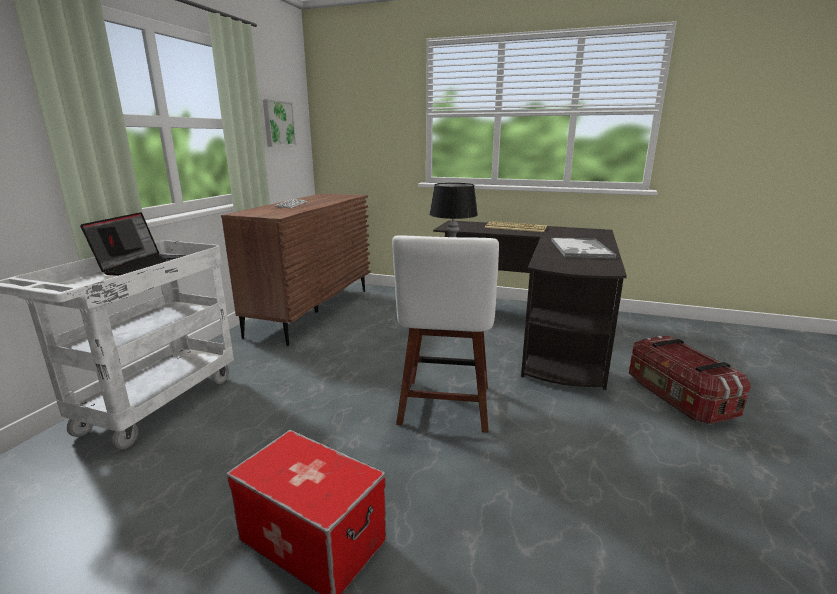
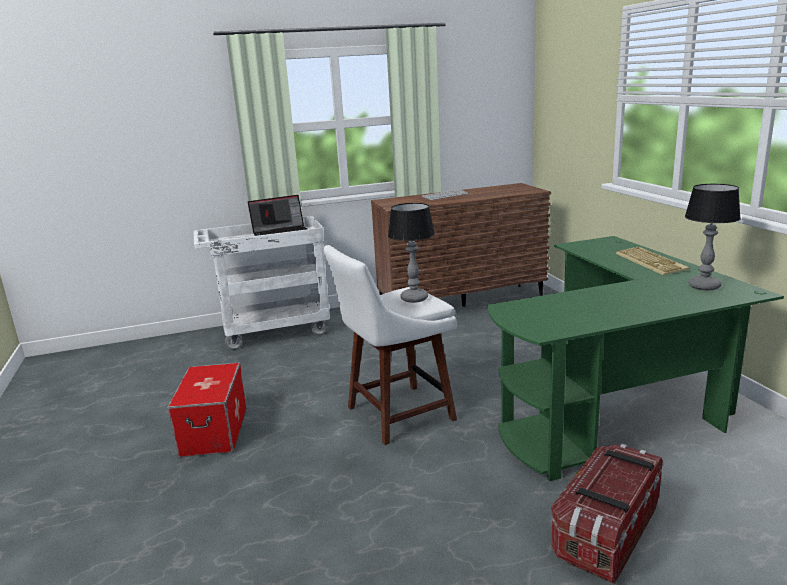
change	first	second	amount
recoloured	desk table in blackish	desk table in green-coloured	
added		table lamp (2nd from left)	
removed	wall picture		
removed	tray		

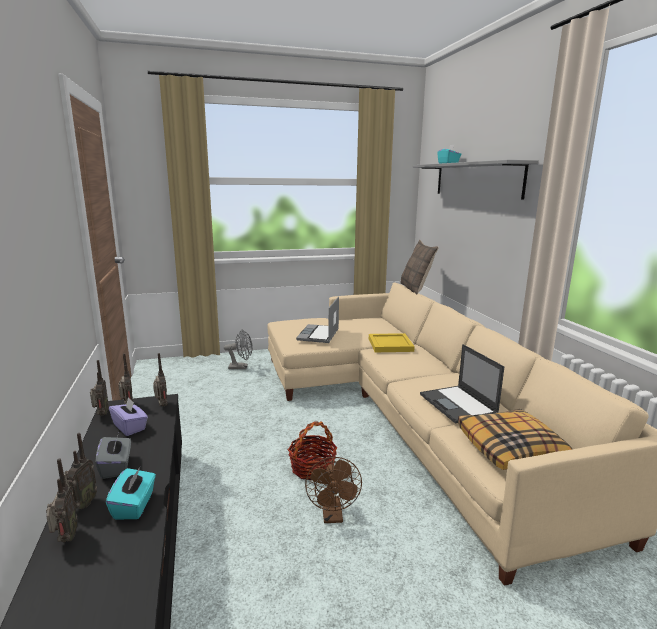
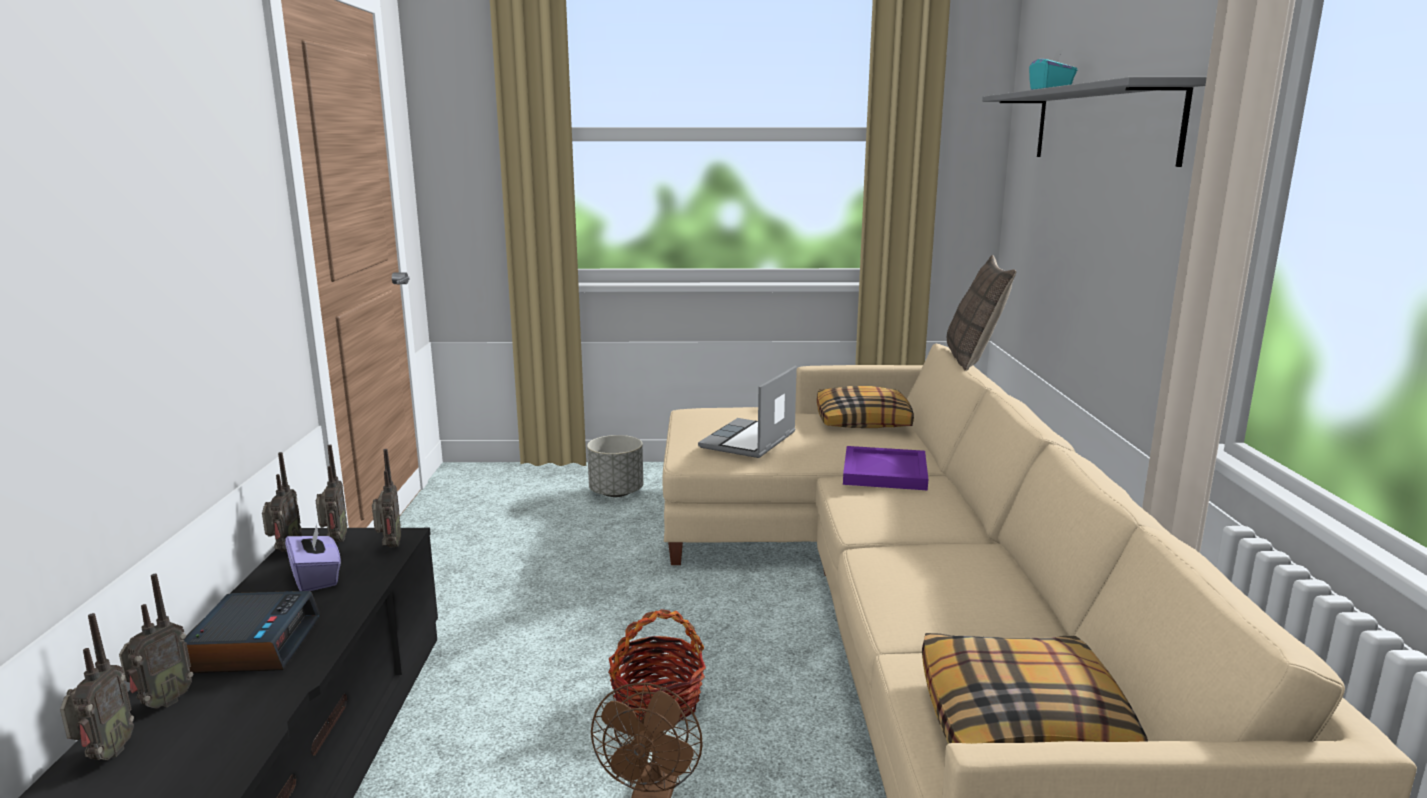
change	first	second	amount
replaced	tissue holder in grey	bedside clock	
replaced	cooling fan in grey	flower pot in grey	
added		cushion (1st from left)	
recoloured	tray in yellow-coloured	tray in purple-coloured	
removed	tissue holder in turquoise-coloured (1st from left)		
removed	notebook computer (2nd from left)		

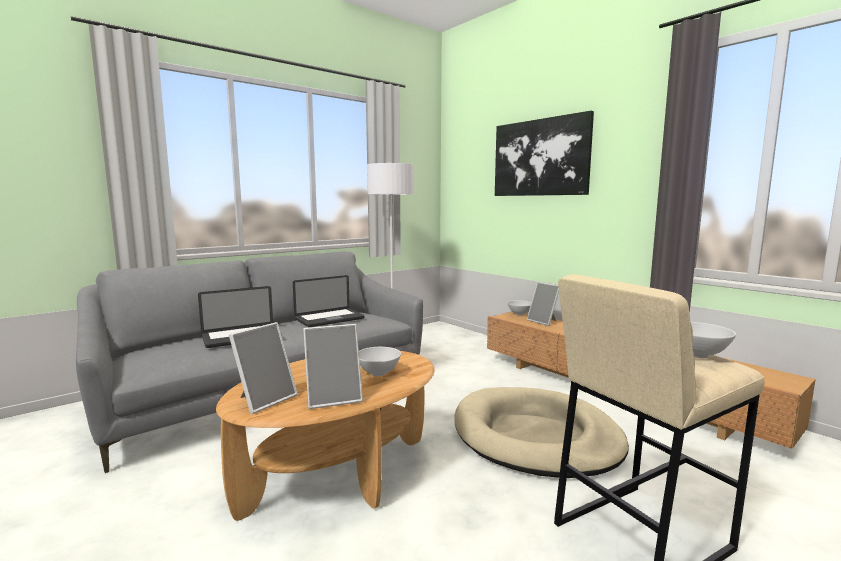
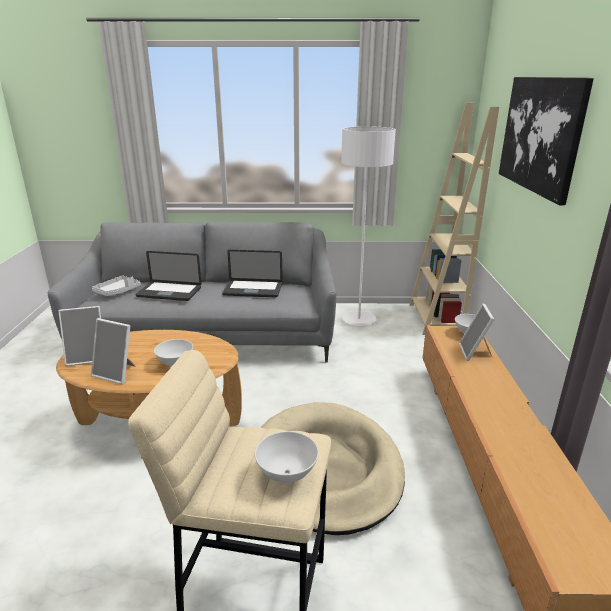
change	first	second	amount
added		tray in grey	
added		bookshelf in beige	

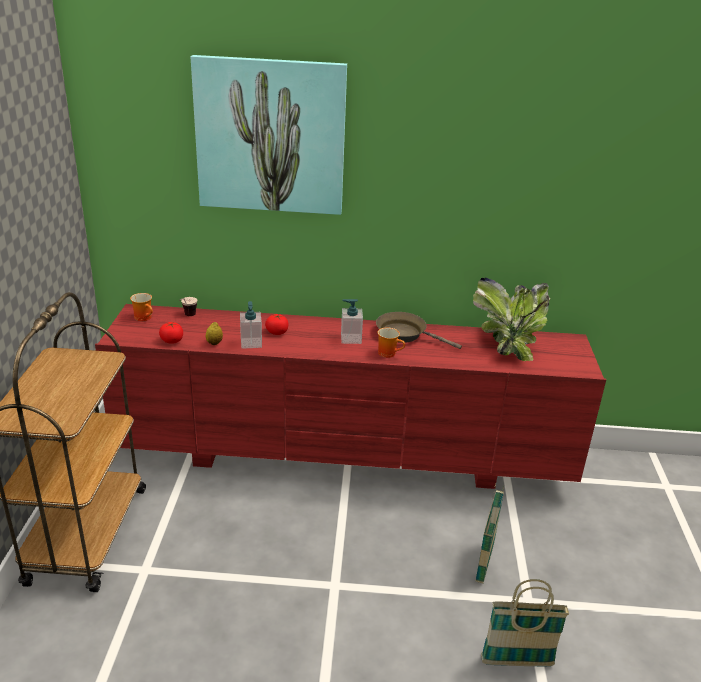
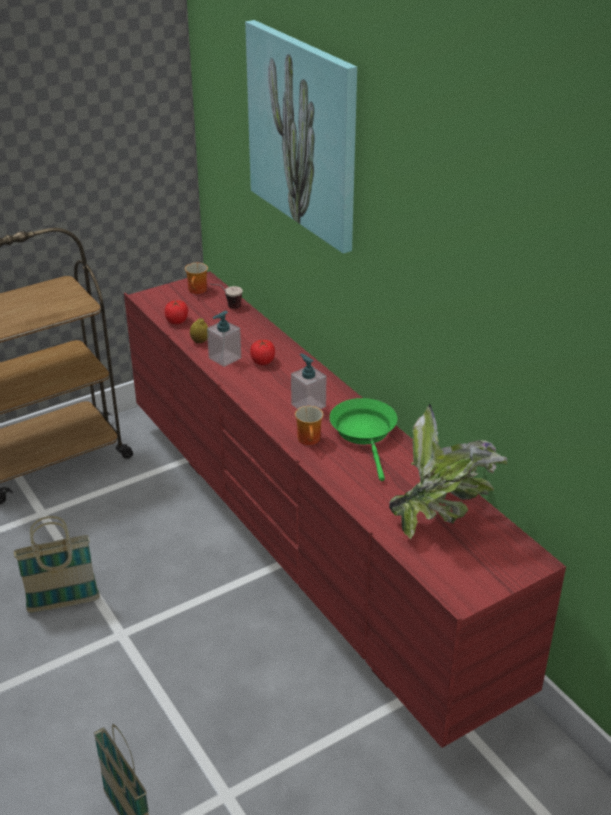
change	first	second	amount
moved	basket (1st from left)		
recoloured	skillet in brownish	skillet in green-coloured	

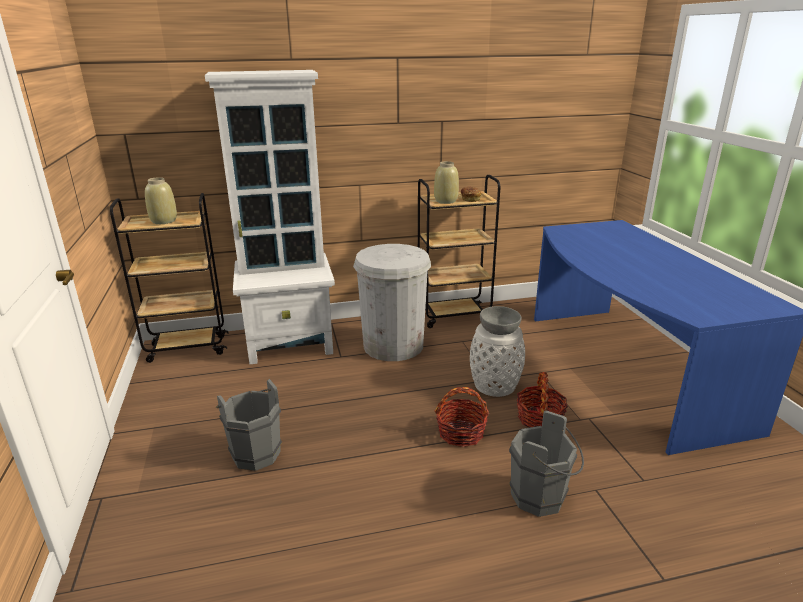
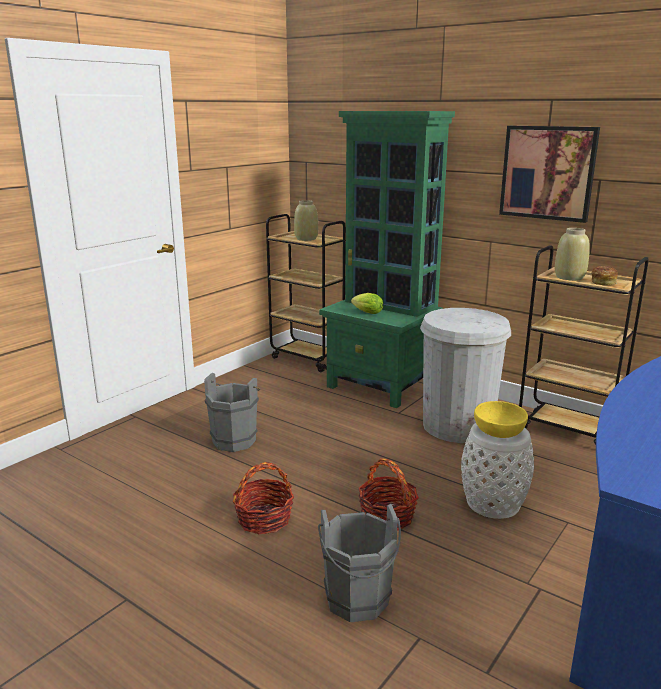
change	first	second	amount
moved	basket (2nd from left in the first image)	basket (1st from left)	
recoloured	cabinet in white-coloured	cabinet in green-coloured	
added		head of lettuce	
recoloured	deep dish in grey	deep dish in yellow-coloured	
added		wall picture	

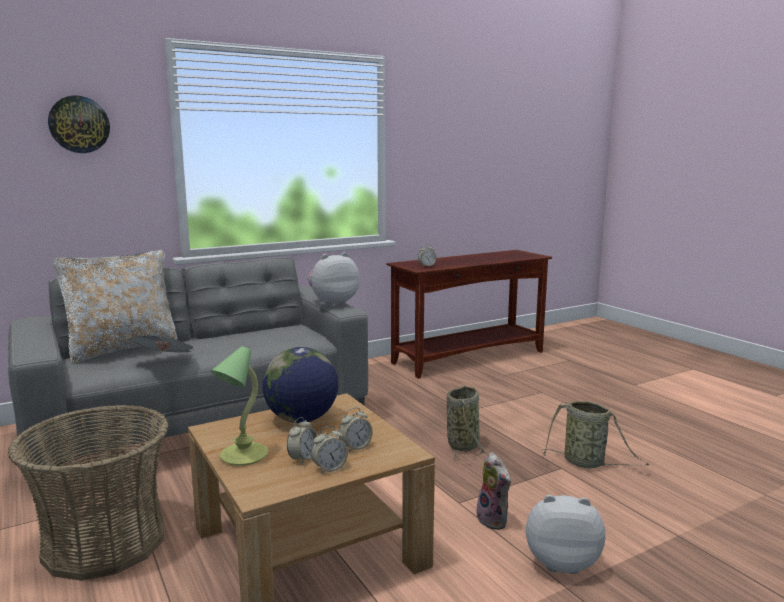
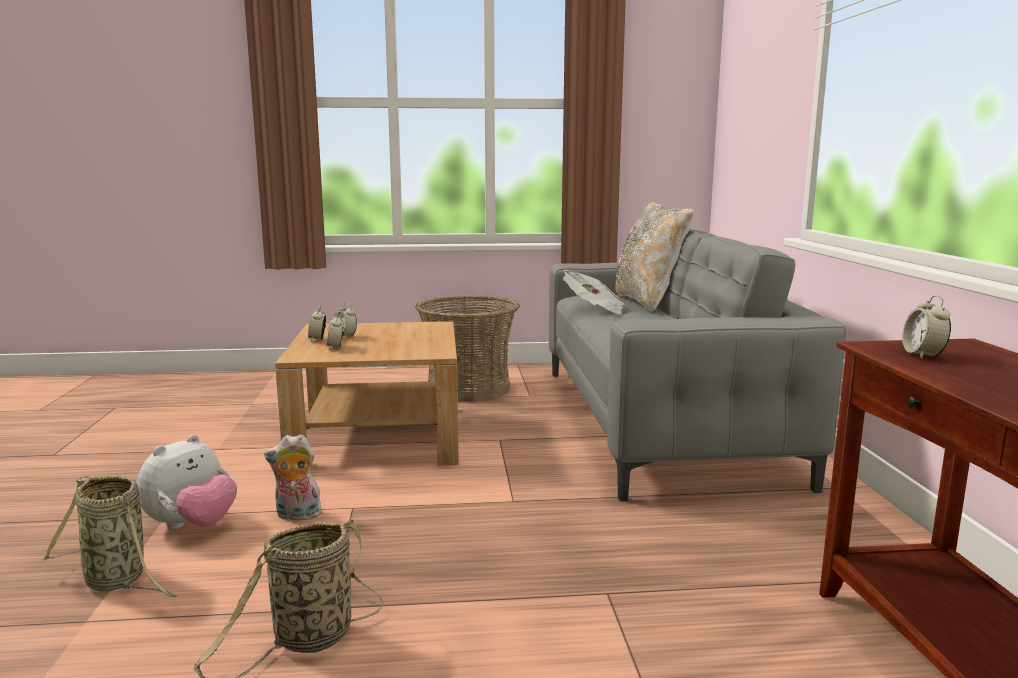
change	first	second	amount
moved	basket (2nd from left in the first image)	basket (1st from left)	
removed	wall clock		
removed	table lamp		
removed	desk globe		
removed	cuddly toy (1st from left)		

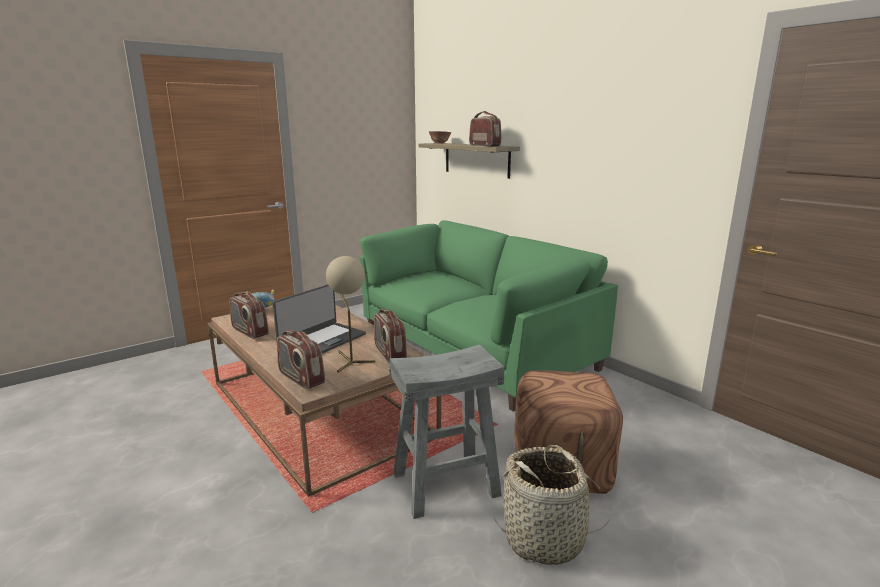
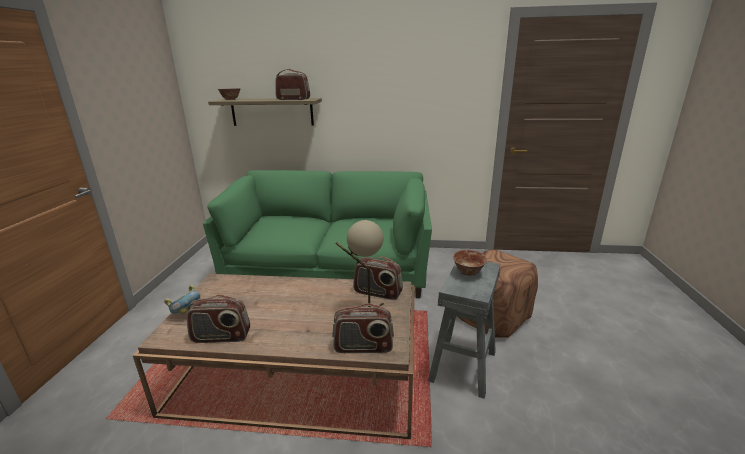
change	first	second	amount
added		deep dish (3rd from left)	
removed	notebook computer		
removed	basket		

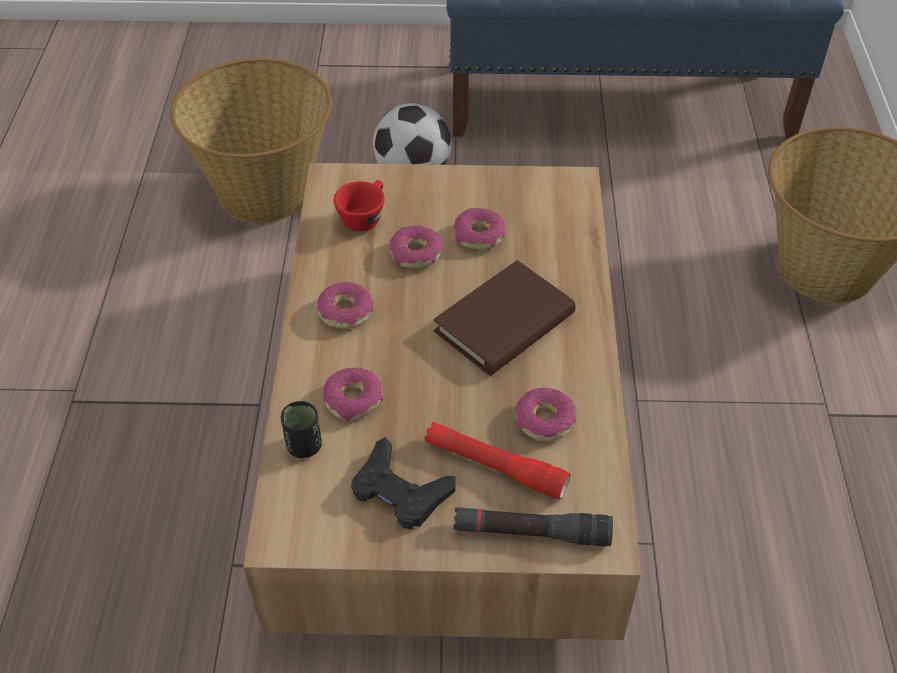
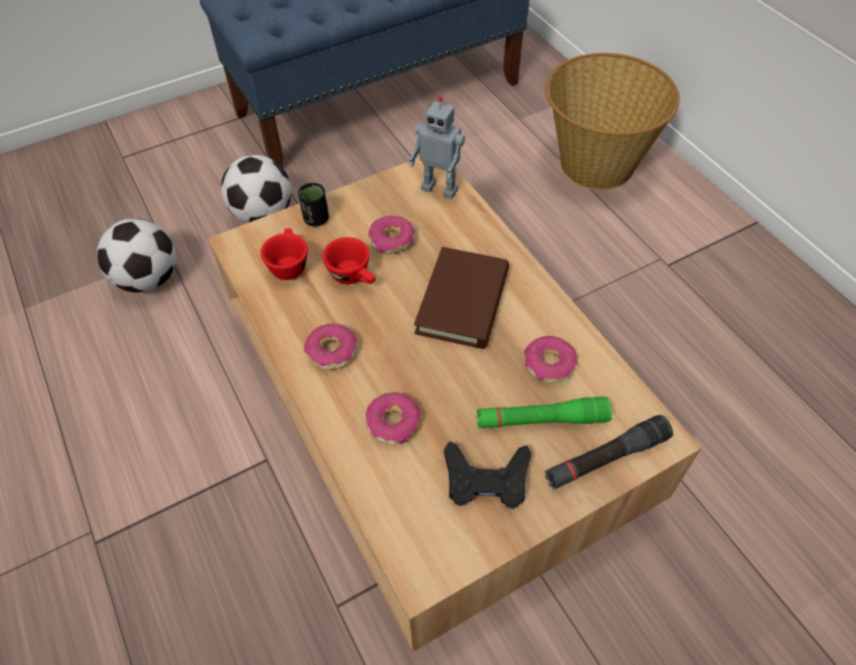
change	first	second	amount
replaced	basket (1st from left)	football ball (1st from left)	
moved	cup in blackish		
replaced	donut (3rd from left)	cup in reddish (2nd from left)	
added		toy robot	
recoloured	torch in reddish	torch in green-coloured	

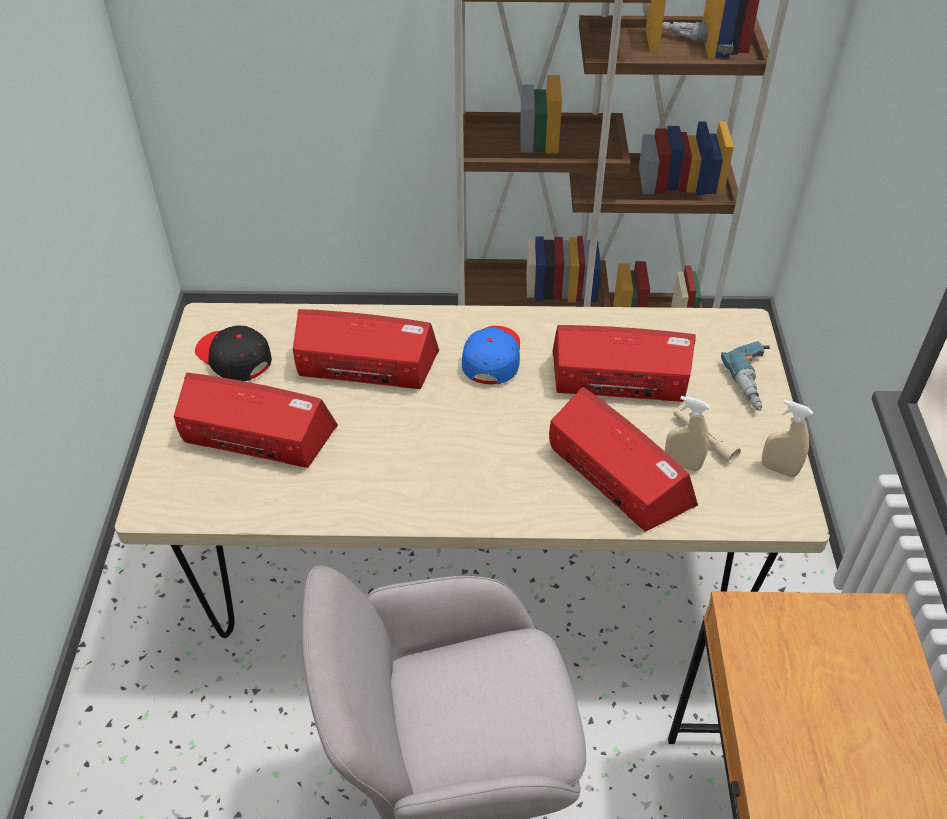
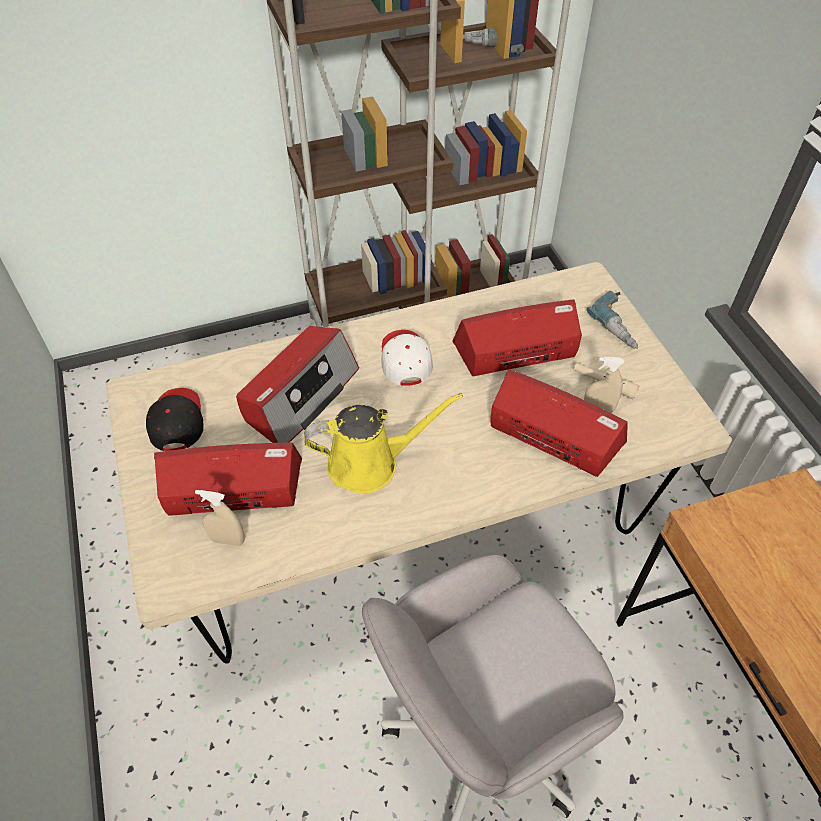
change	first	second	amount
turned	baseball cap in blackish		60 degrees clockwise
moved	spray bottle in beige (2nd from left in the first image)	spray bottle in beige (1st from left)	
turned	radio set (2nd from left)		135 degrees clockwise
added		watering can in yellow-coloured	
recoloured	baseball cap in bluish	baseball cap in white-coloured	

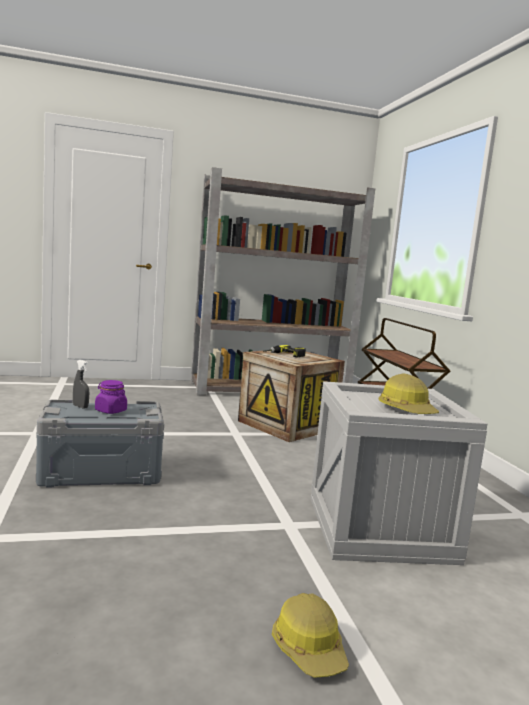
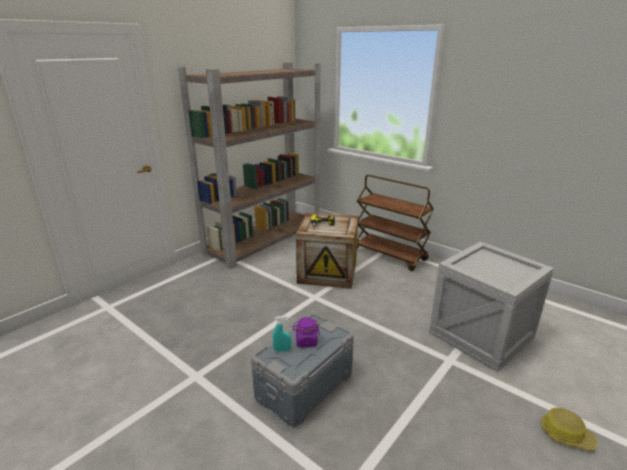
change	first	second	amount
recoloured	spray bottle in grey	spray bottle in turquoise-coloured	
removed	hard hat (2nd from left)		

